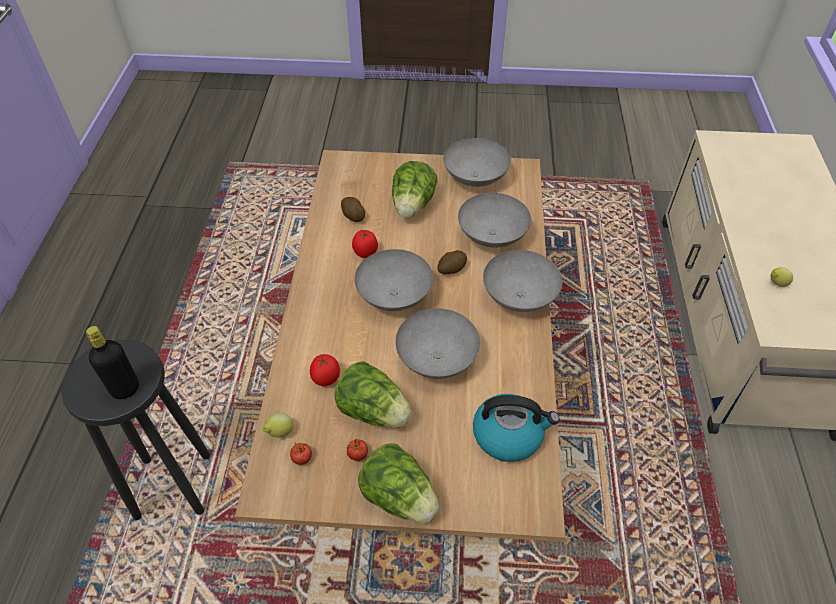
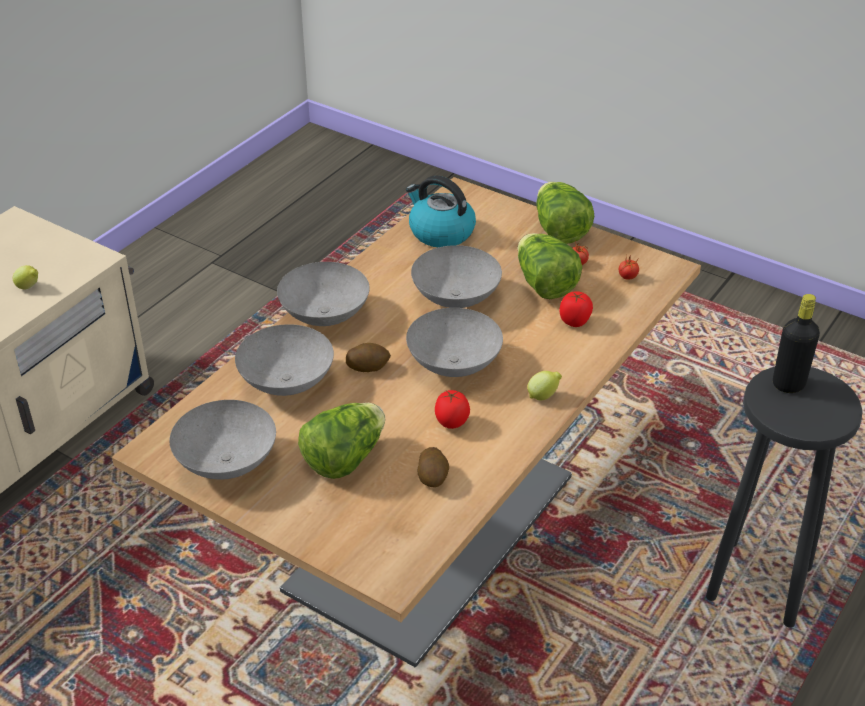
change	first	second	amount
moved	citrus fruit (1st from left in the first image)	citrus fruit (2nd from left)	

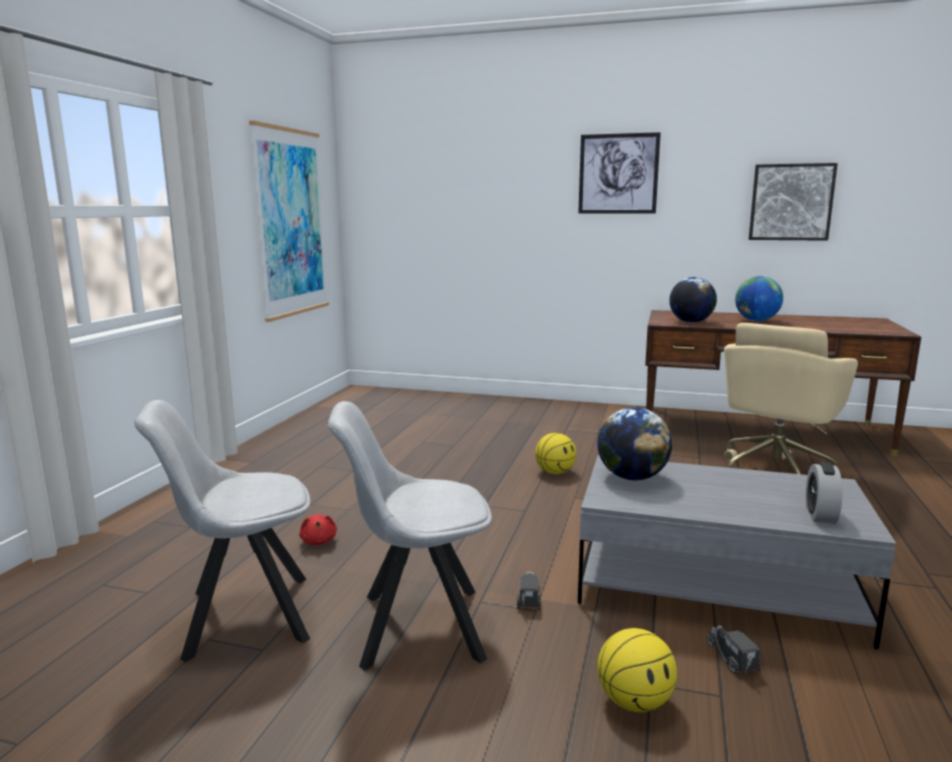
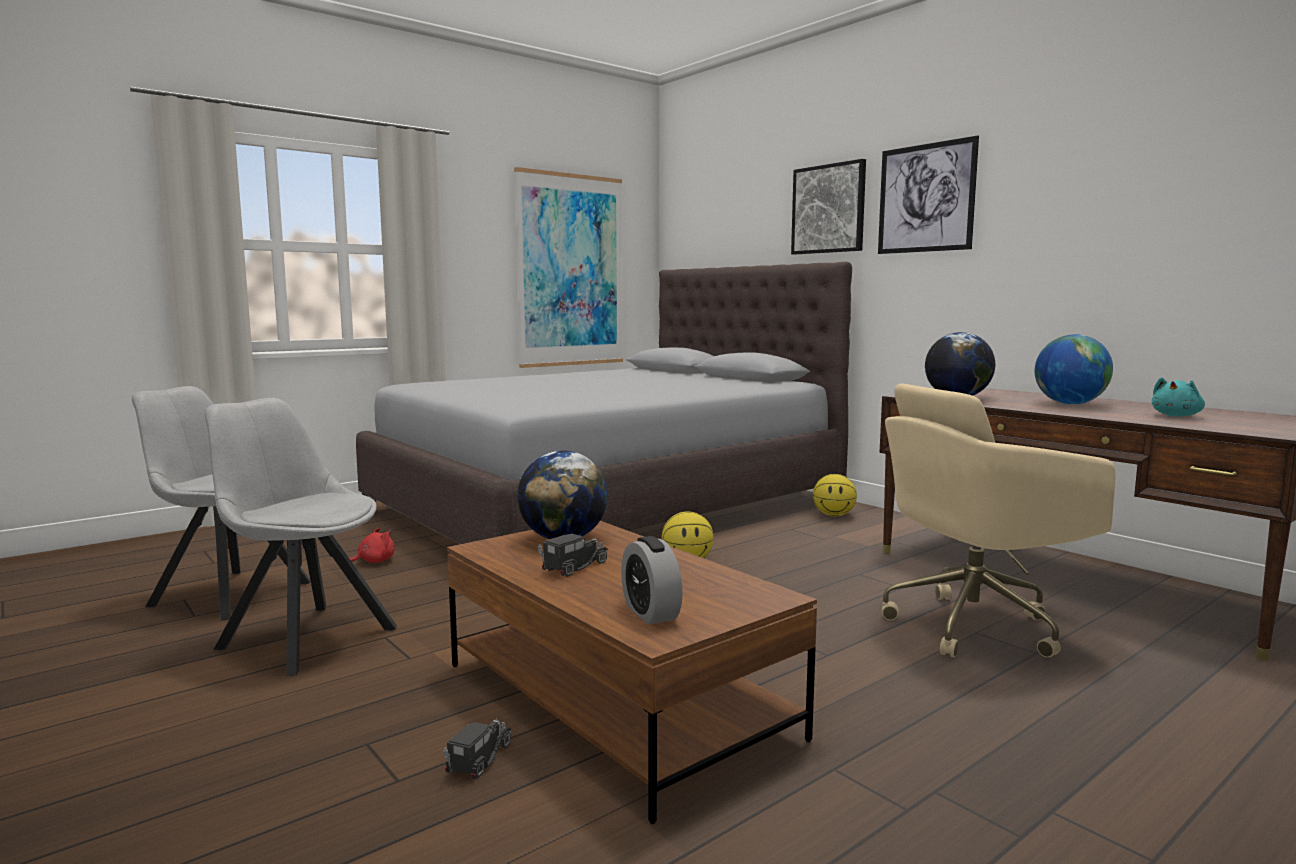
change	first	second	amount
turned	cuddly toy in reddish		150 degrees counterclockwise
added		bedroom bed in grey	
recoloured	lounge table in grey	lounge table in brownish	
moved	toy lorry (1st from left in the first image)	toy lorry (2nd from left)	
turned	bedside clock		75 degrees counterclockwise
moved	wall picture (3rd from left in the first image)	wall picture (2nd from left)	
moved	basketball ball (2nd from left)		
added		cuddly toy in turquoise-coloured	

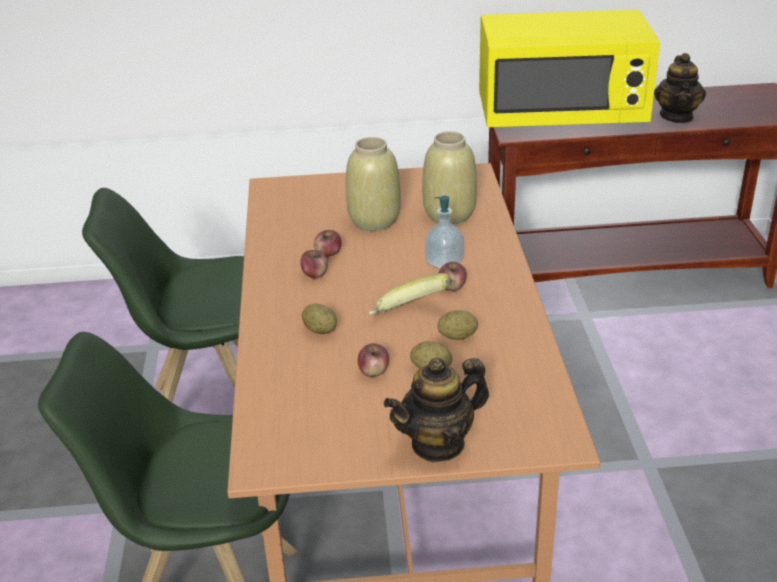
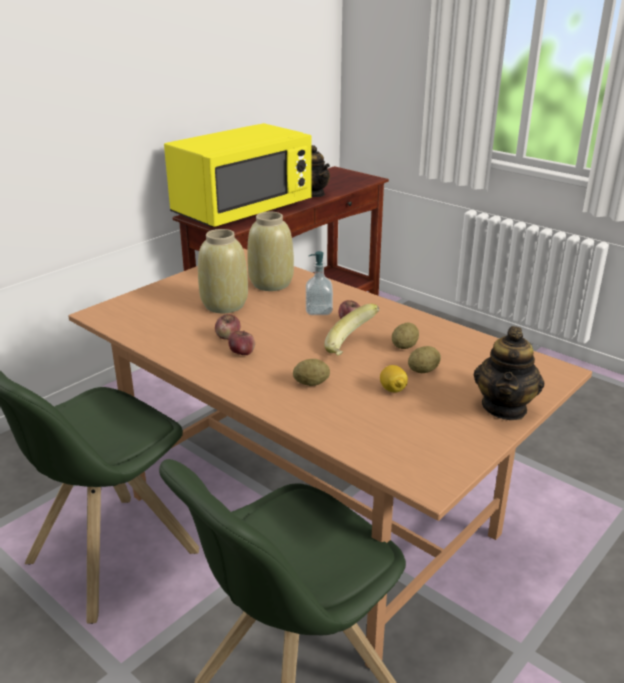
change	first	second	amount
replaced	apple (3rd from left)	citrus fruit	

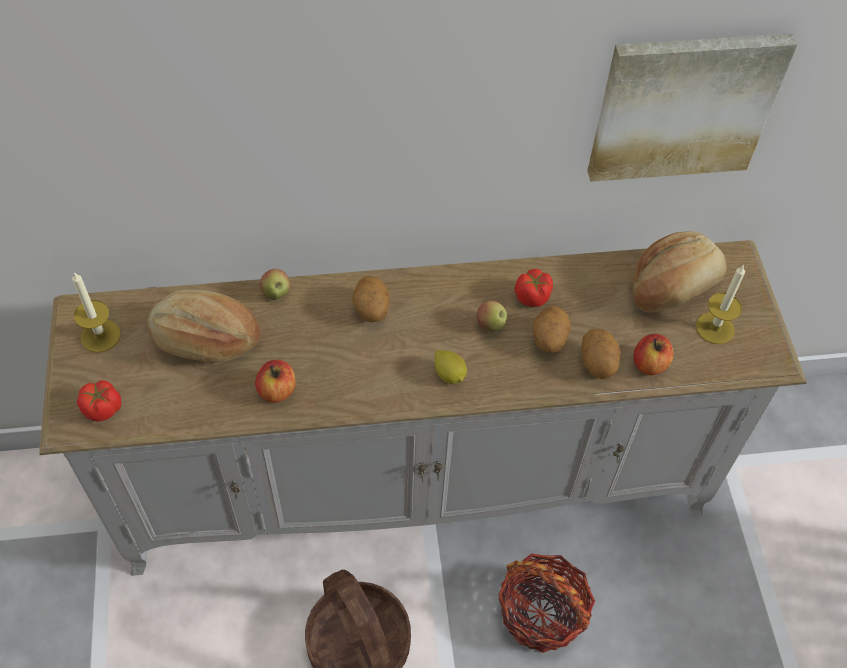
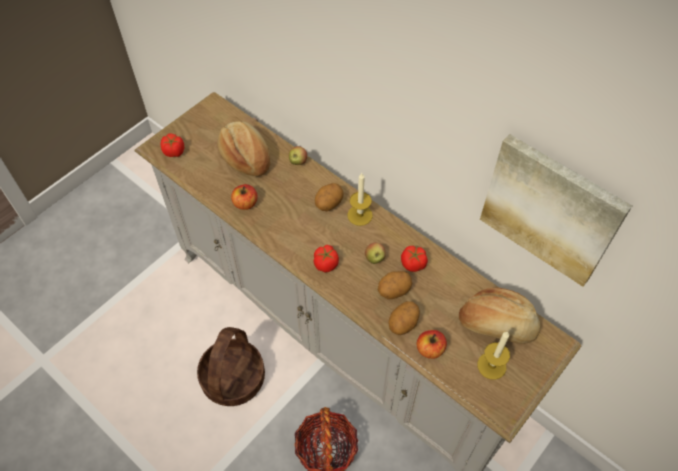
change	first	second	amount
replaced	citrus fruit	whole tomato (2nd from left)	
moved	wax candle (1st from left)		

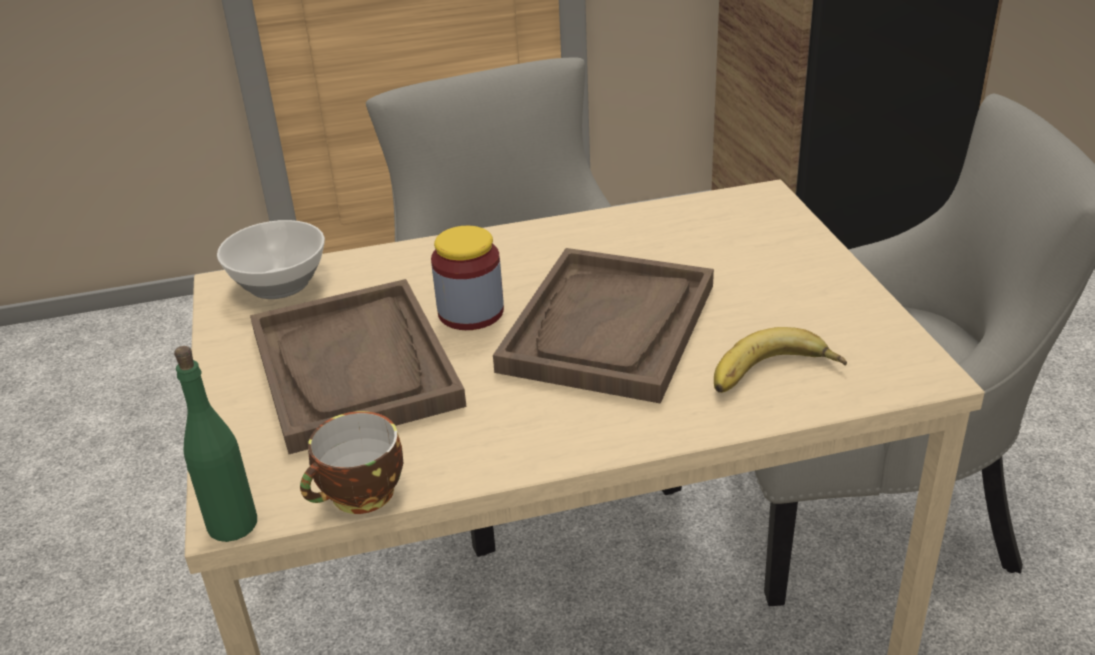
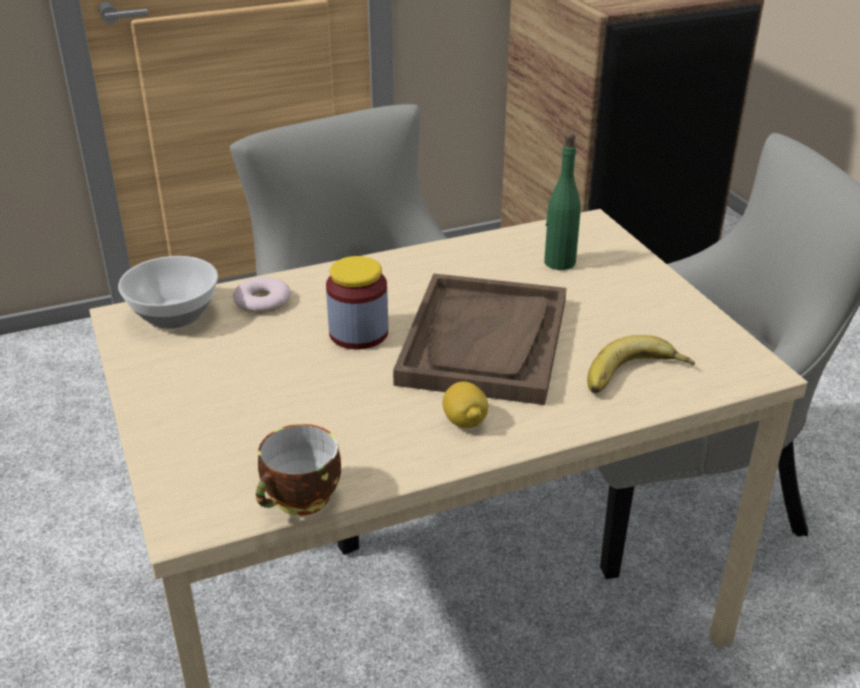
change	first	second	amount
added		donut	
added		citrus fruit	
moved	drink bottle in green-coloured		
removed	tray in brownish (1st from left)		

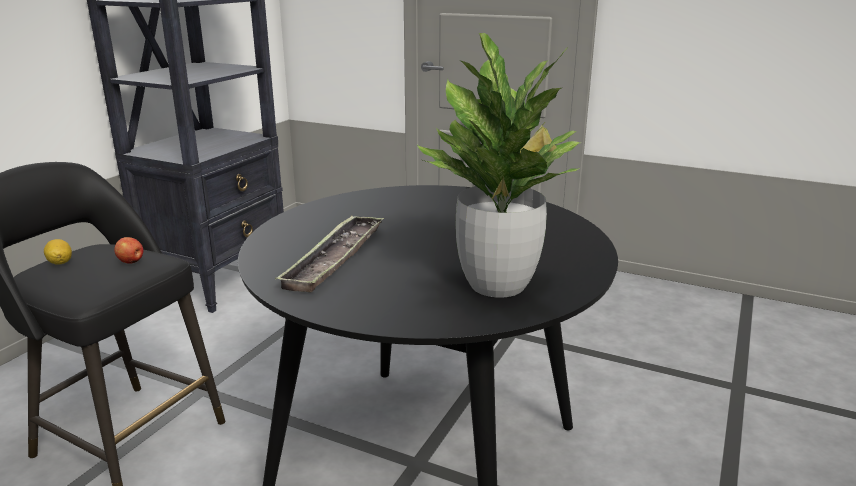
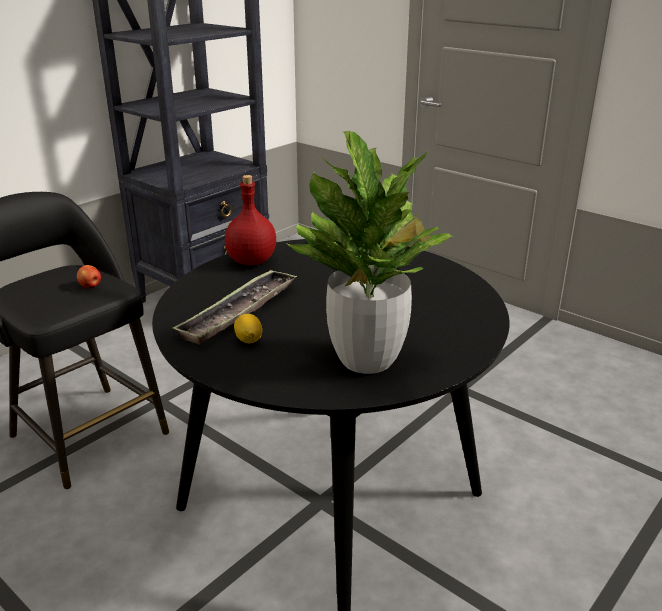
change	first	second	amount
added		drink bottle in reddish	
moved	citrus fruit		

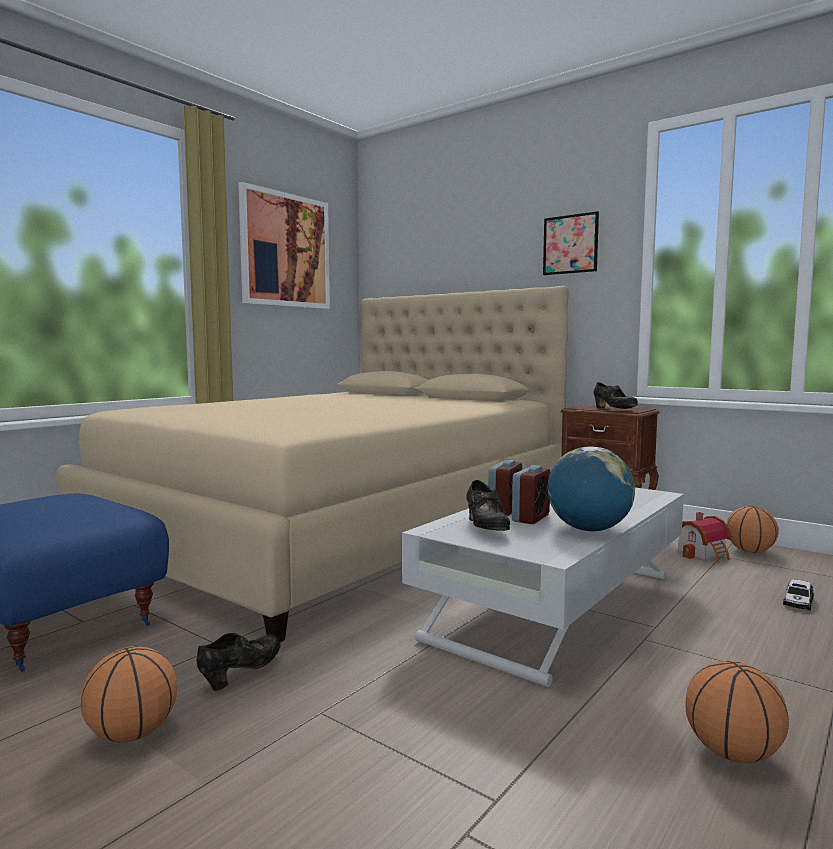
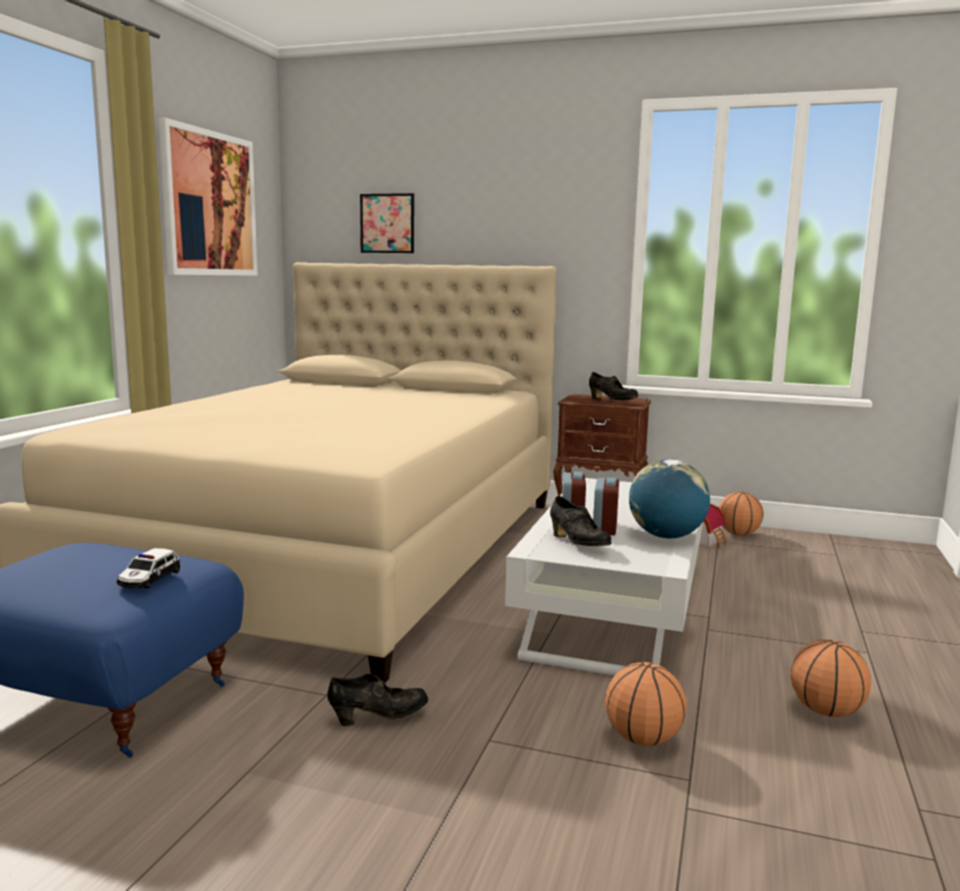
change	first	second	amount
moved	toy car		
turned	low shoe in blackish (1st from left)		60 degrees clockwise
moved	wall picture (2nd from left)		
moved	basketball ball (1st from left)		

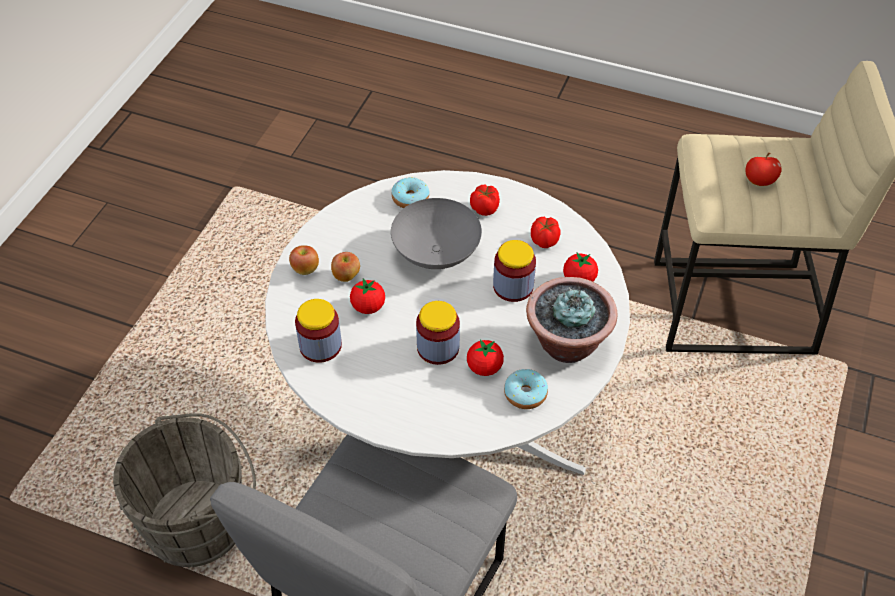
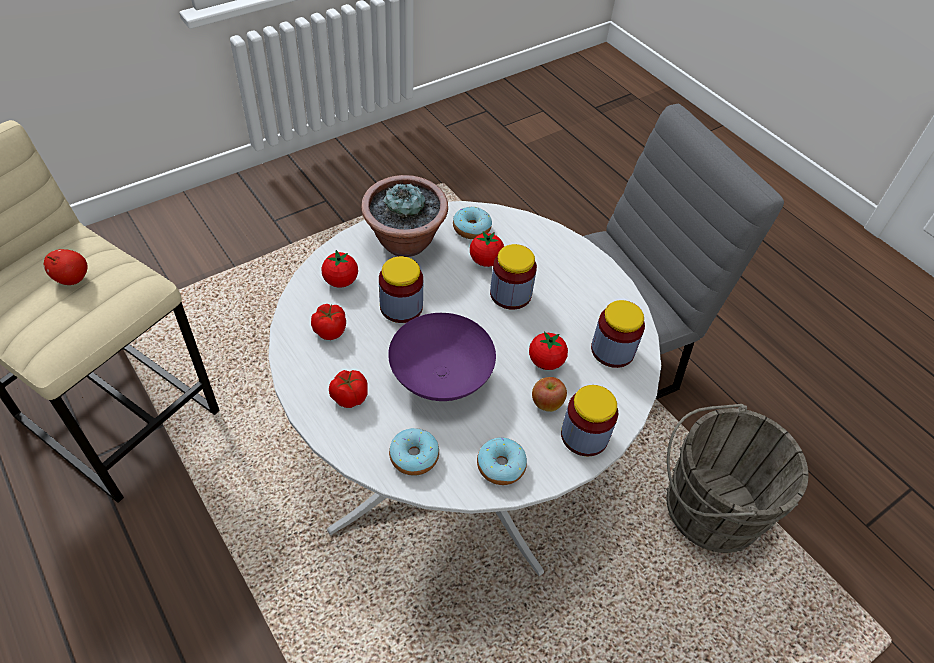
change	first	second	amount
recoloured	deep dish in grey	deep dish in purple-coloured	
added		donut (3rd from left)	
replaced	apple (1st from left)	jar (3rd from left)	

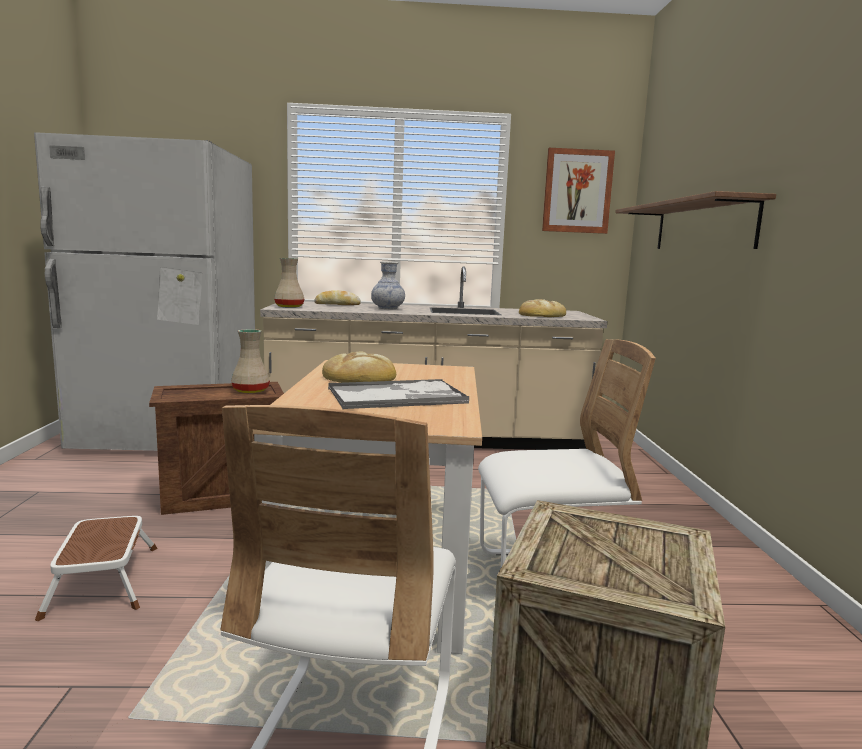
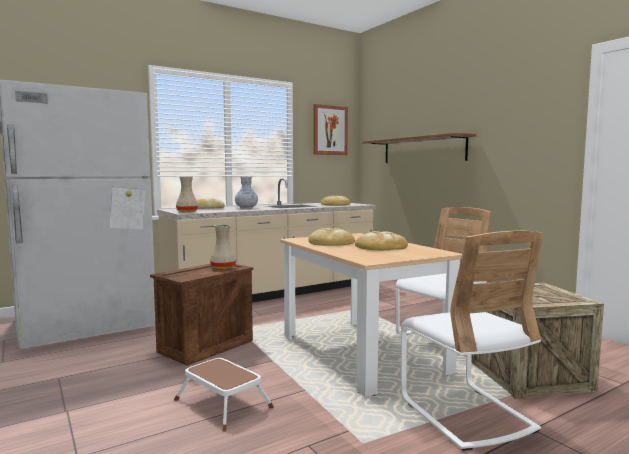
change	first	second	amount
replaced	tray	bread (4th from left)	

